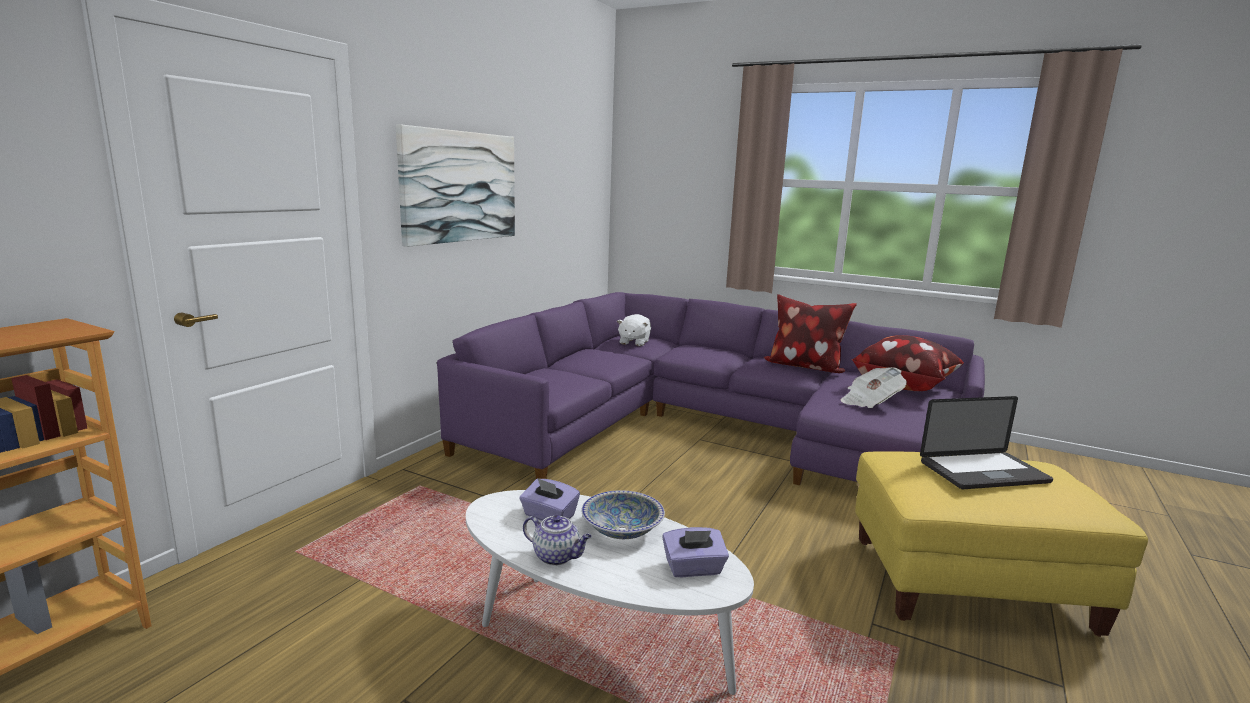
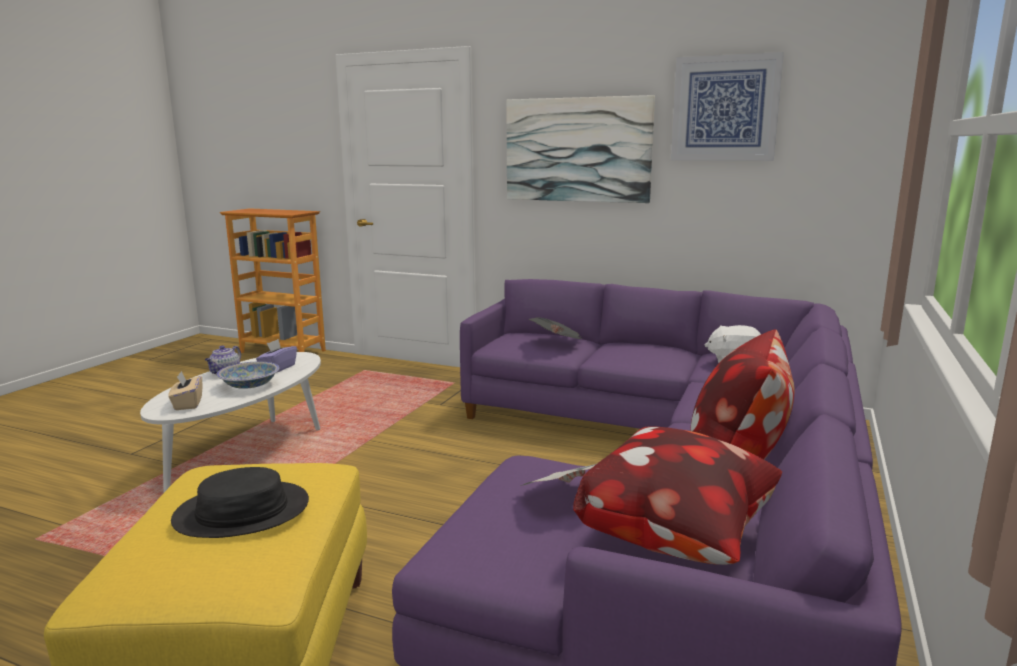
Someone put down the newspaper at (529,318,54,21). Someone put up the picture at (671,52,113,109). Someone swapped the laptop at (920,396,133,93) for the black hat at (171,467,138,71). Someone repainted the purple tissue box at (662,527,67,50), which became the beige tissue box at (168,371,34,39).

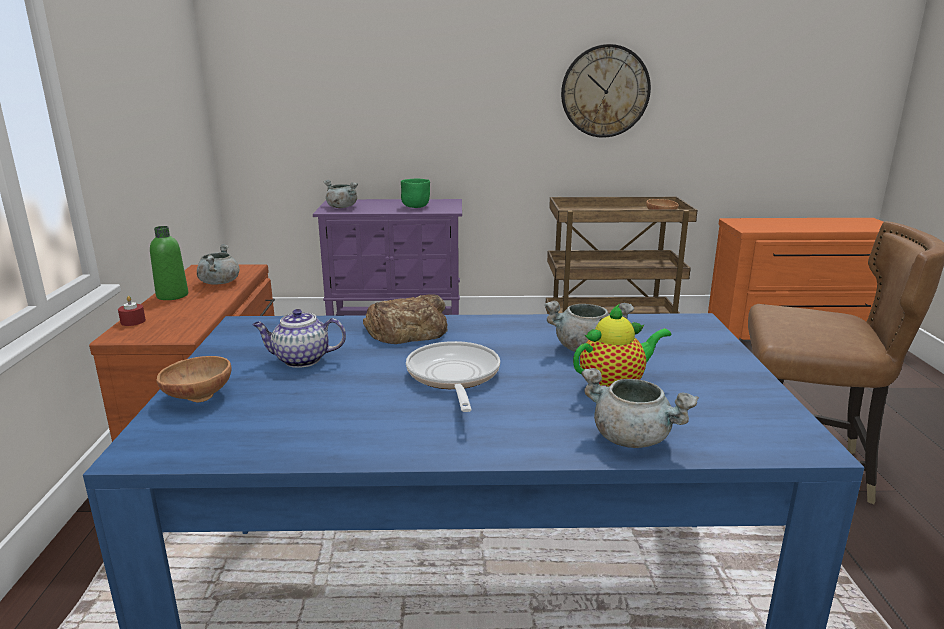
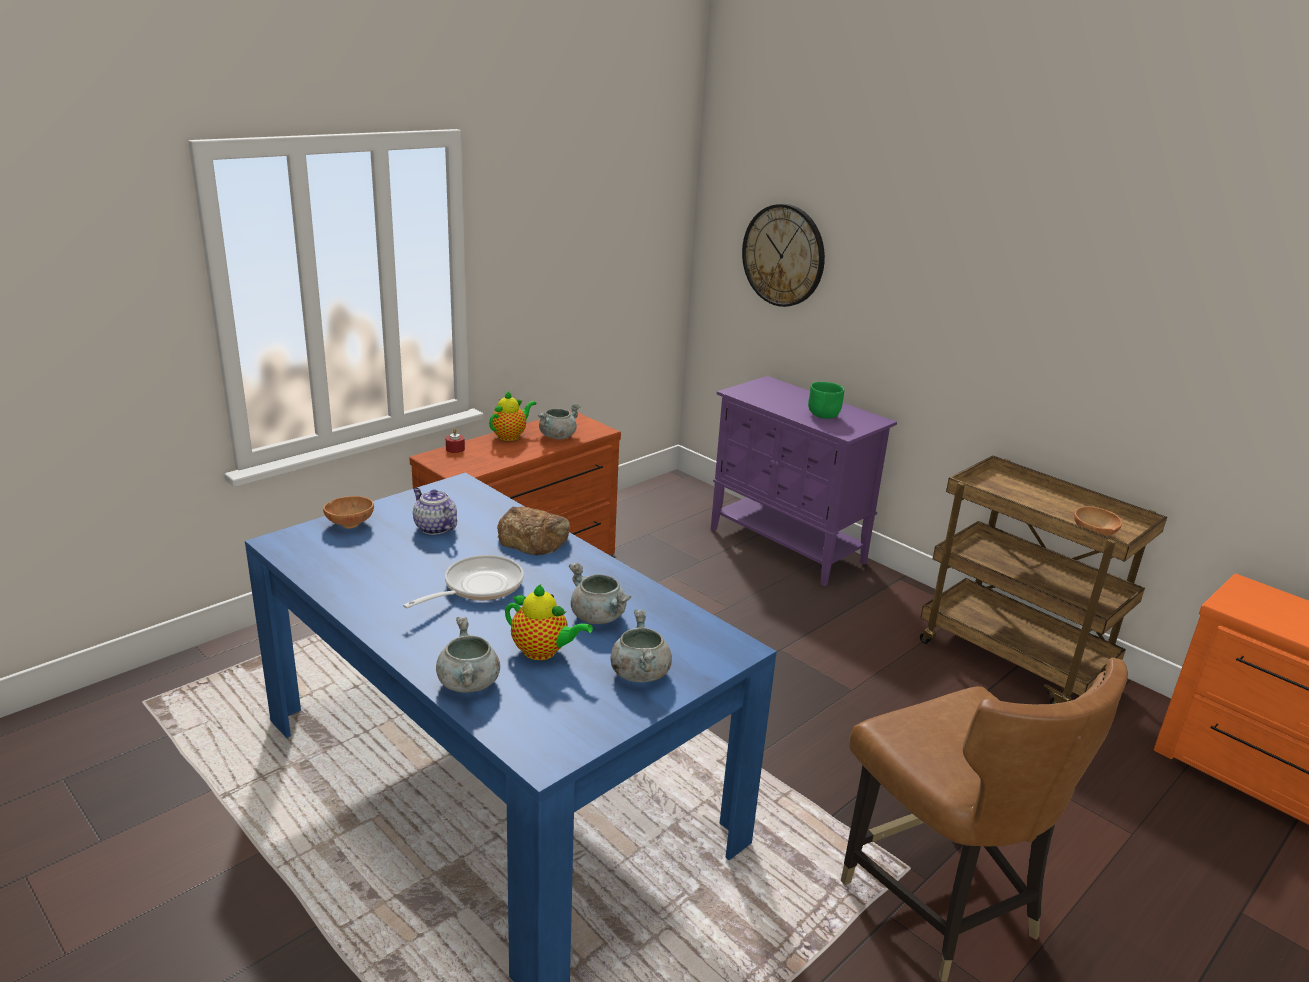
Someone carried the grey cooking pot from (324,180,34,28) to (611,609,61,73). Someone carried the wall clock from (561,44,90,94) to (742,204,83,103). Someone swapped the green bottle at (150,226,38,74) for the teapot at (489,391,47,50).

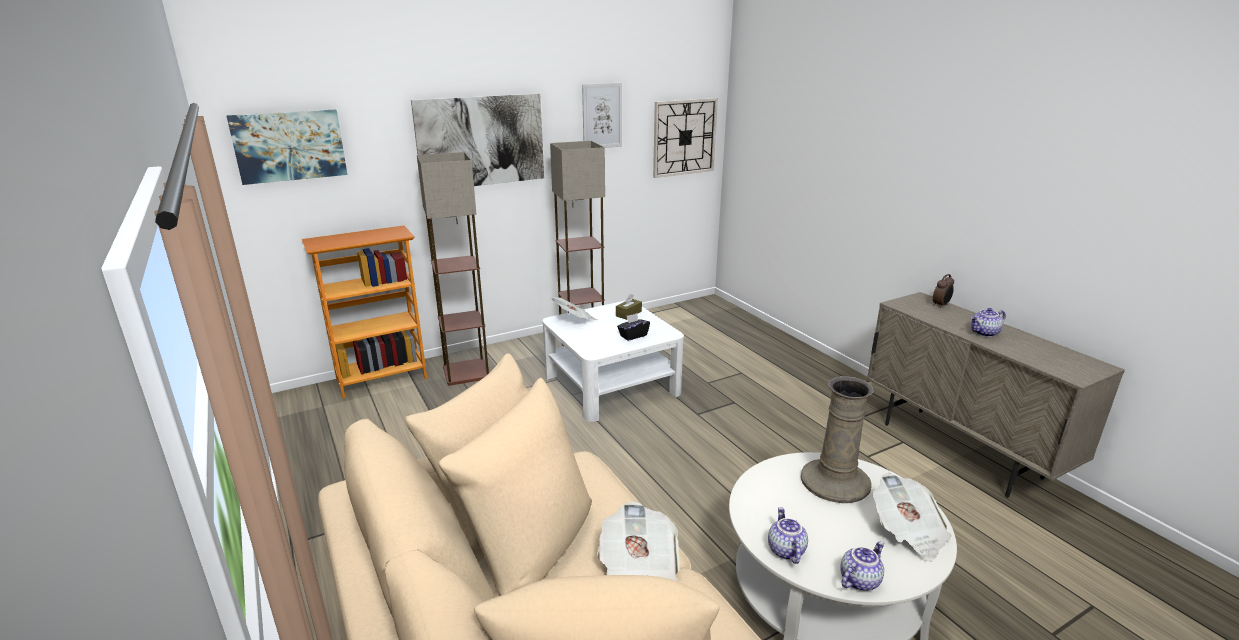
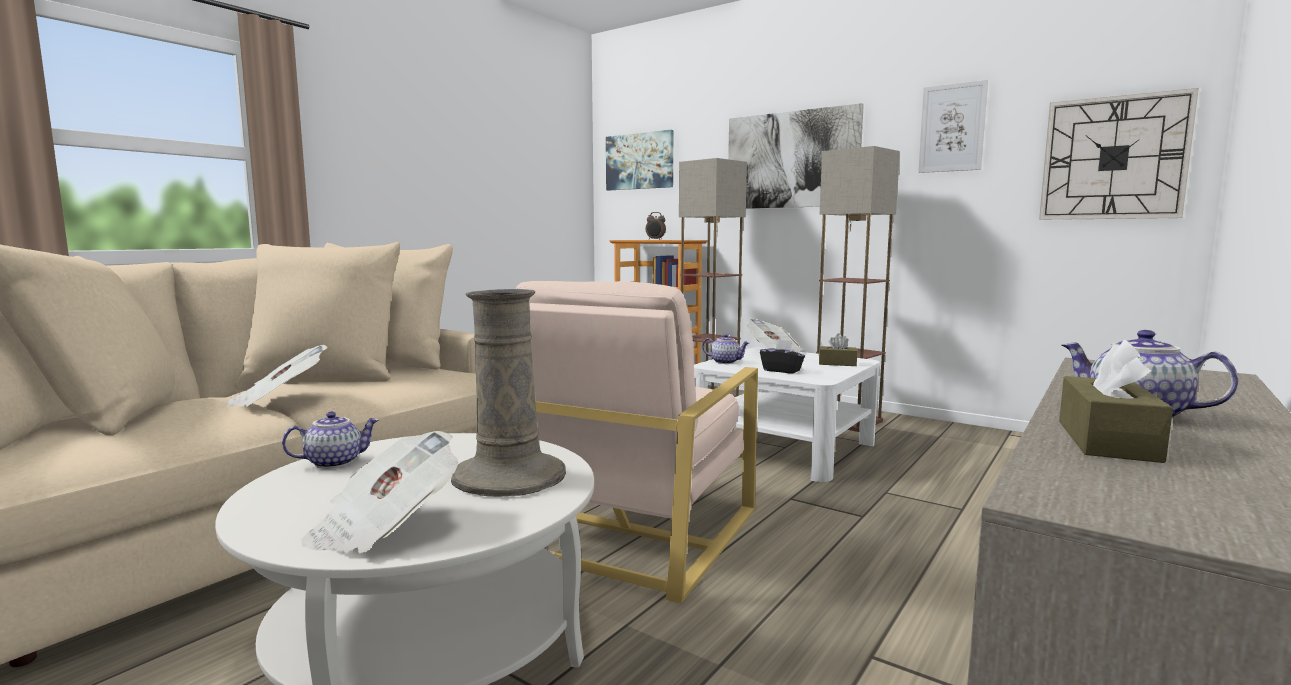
Someone put down the beige armchair at (516,281,242,323). Someone put down the brown tissue box at (1059,340,114,123). Someone carried the teapot from (840,542,44,49) to (702,334,47,30). Someone carried the alarm clock from (933,274,21,34) to (645,212,21,28).

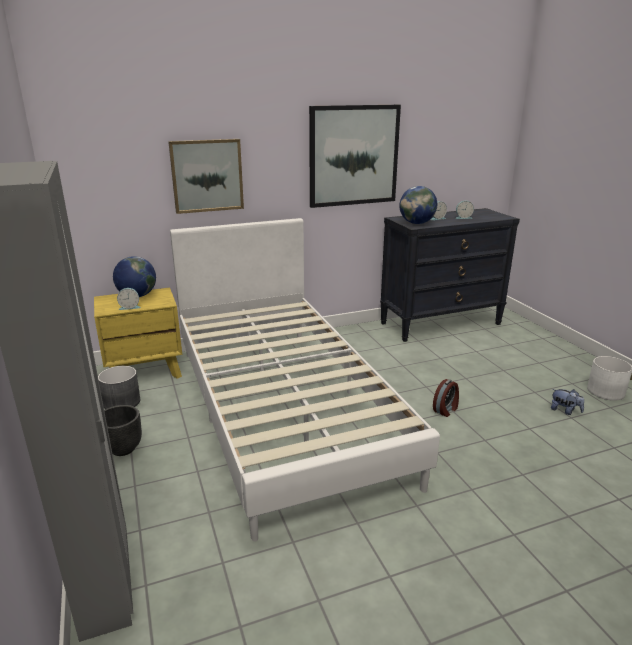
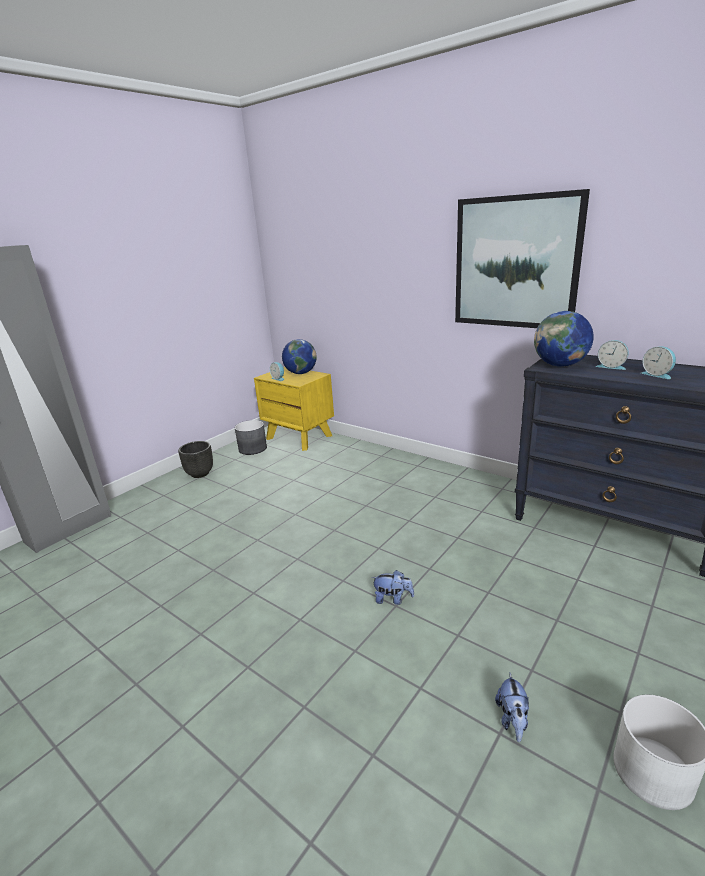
Someone took away the picture at (168,139,76,75). Someone took away the white bed at (170,218,270,323). Someone swapped the alarm clock at (433,379,26,38) for the plush toy at (371,570,43,35).

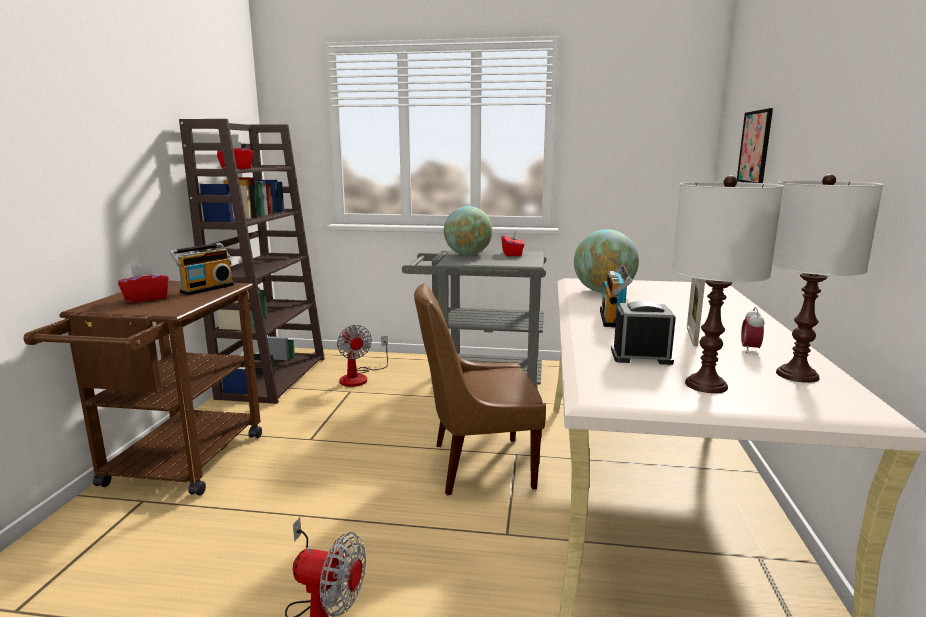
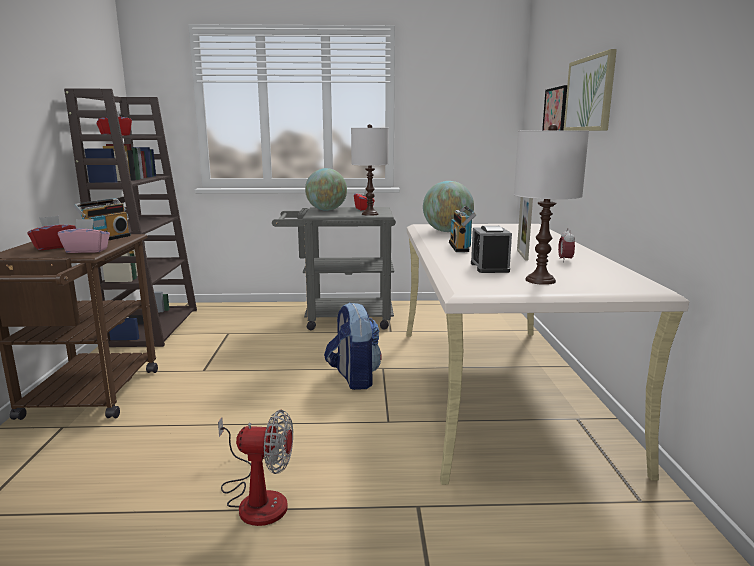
Someone took away the fan at (337,325,51,62). Someone put down the pink tissue box at (58,219,52,34). Someone put up the picture at (564,49,53,82). Someone carried the white table lamp from (772,174,111,209) to (351,124,38,92). Someone swapped the brown chair at (414,283,132,213) for the backpack at (324,302,58,88). Someone rotated the alarm clock at (611,301,65,64) by 90 degrees counterclockwise.

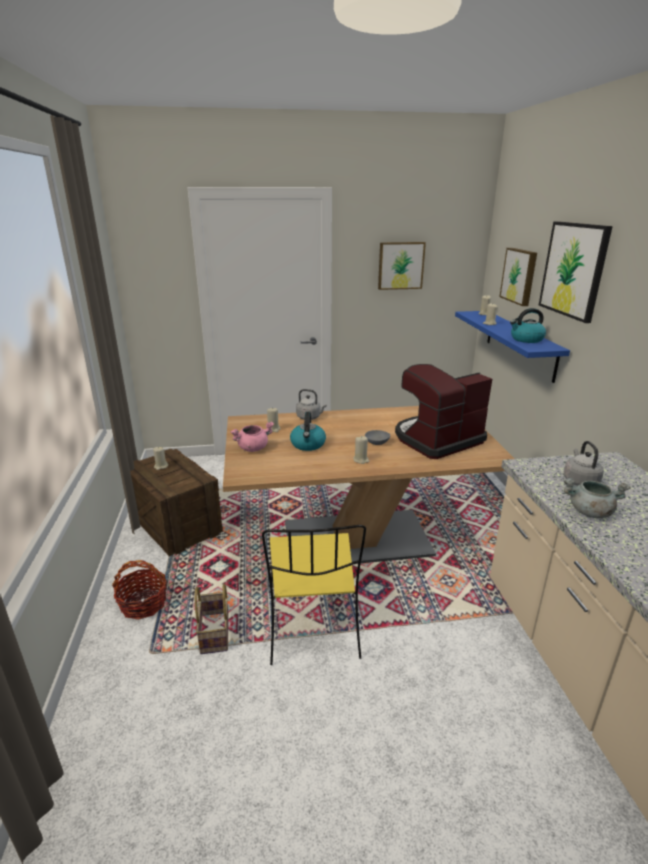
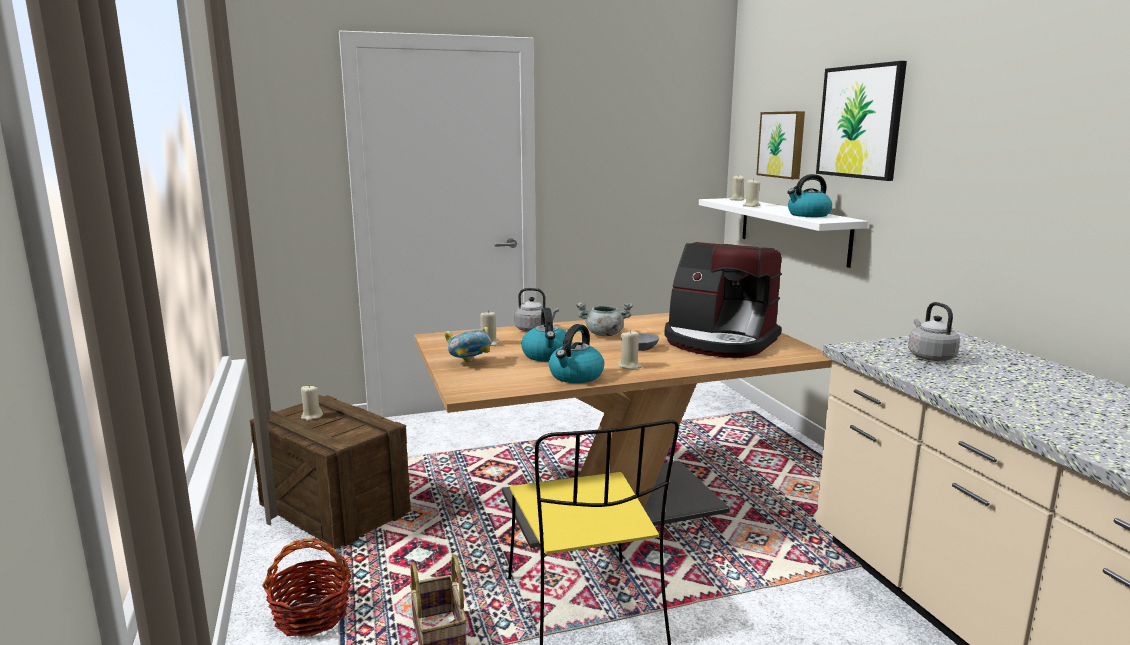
Someone took away the picture at (378,242,48,48). Someone put down the kettle at (548,324,56,59). Someone carried the grey cooking pot from (563,478,68,40) to (576,302,57,34). Someone swapped the pink cooking pot at (231,422,43,30) for the bowl at (445,327,46,36). Someone repainted the blue shelf at (455,311,115,72), which became the white shelf at (699,198,169,70). Someone rotated the coffee machine at (395,364,97,95) by 105 degrees counterclockwise.

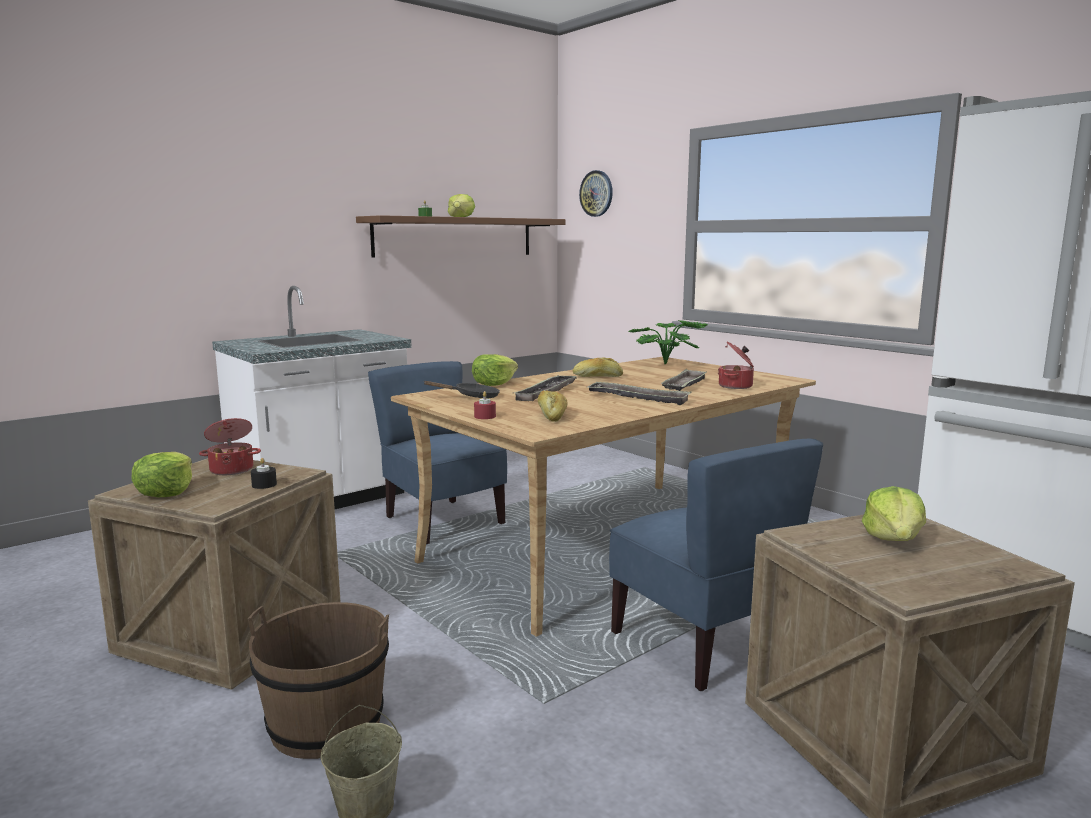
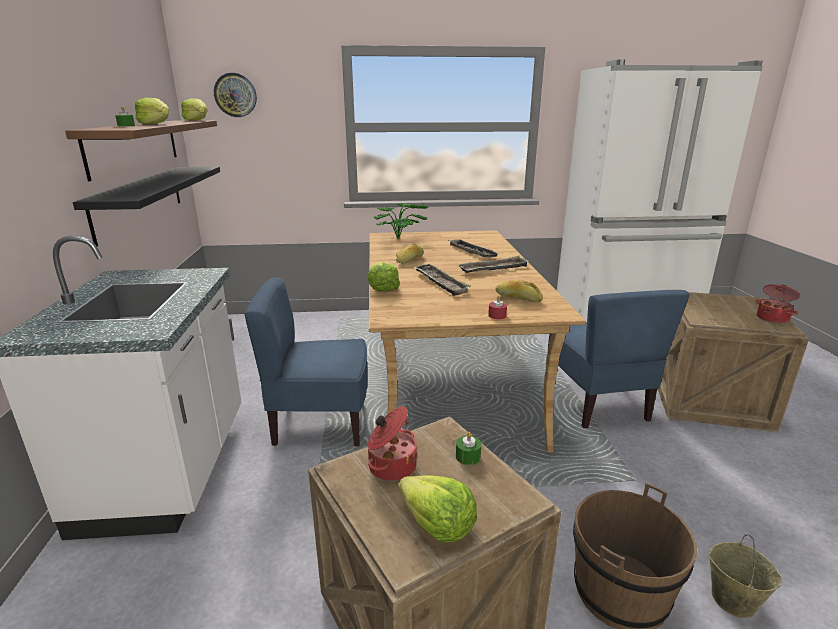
Someone took away the black frying pan at (423,381,77,17). Someone put up the black shelf at (73,167,147,79). Someone carried the cooking pot from (718,341,36,48) to (755,284,45,40). Someone carried the lettuce from (862,486,64,55) to (181,98,27,23). Someone repainted the black candle at (251,458,26,31), which became the green candle at (456,432,25,33). Someone rotated the blue chair at (609,439,214,252) by 75 degrees clockwise.

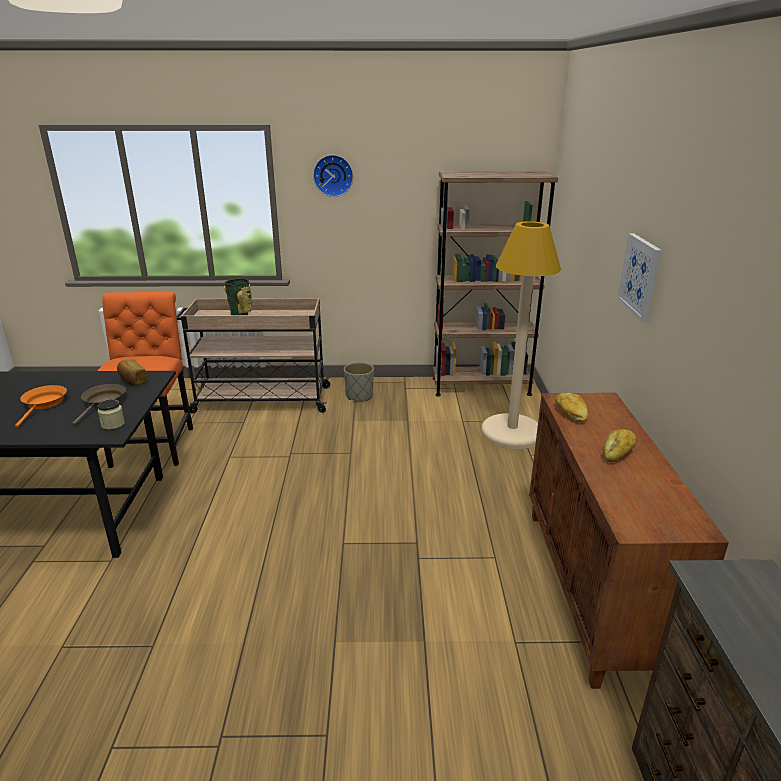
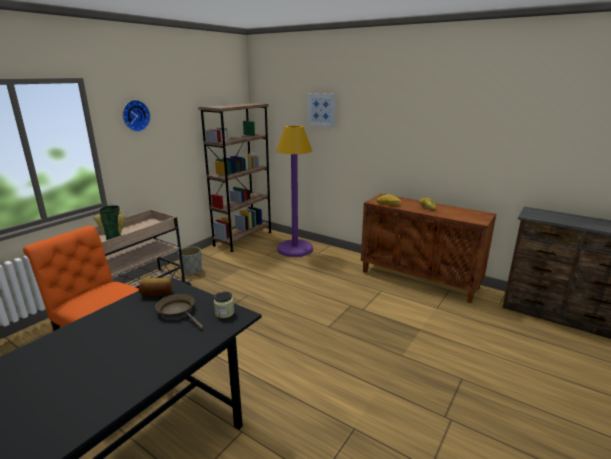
Someone took away the orange frying pan at (15,385,52,42). Someone carried the picture from (617,233,45,90) to (308,93,28,34). Someone repainted the beige floor lamp at (481,221,80,228), which became the purple floor lamp at (276,125,37,132).

